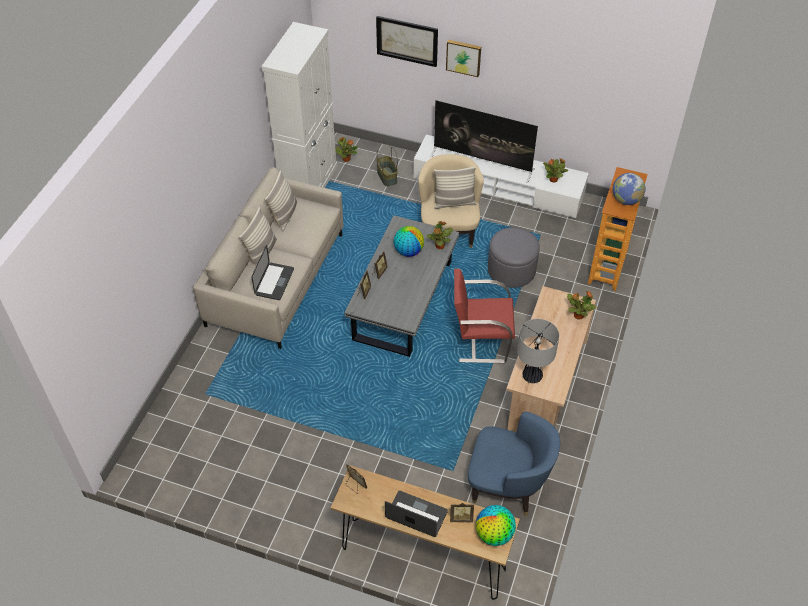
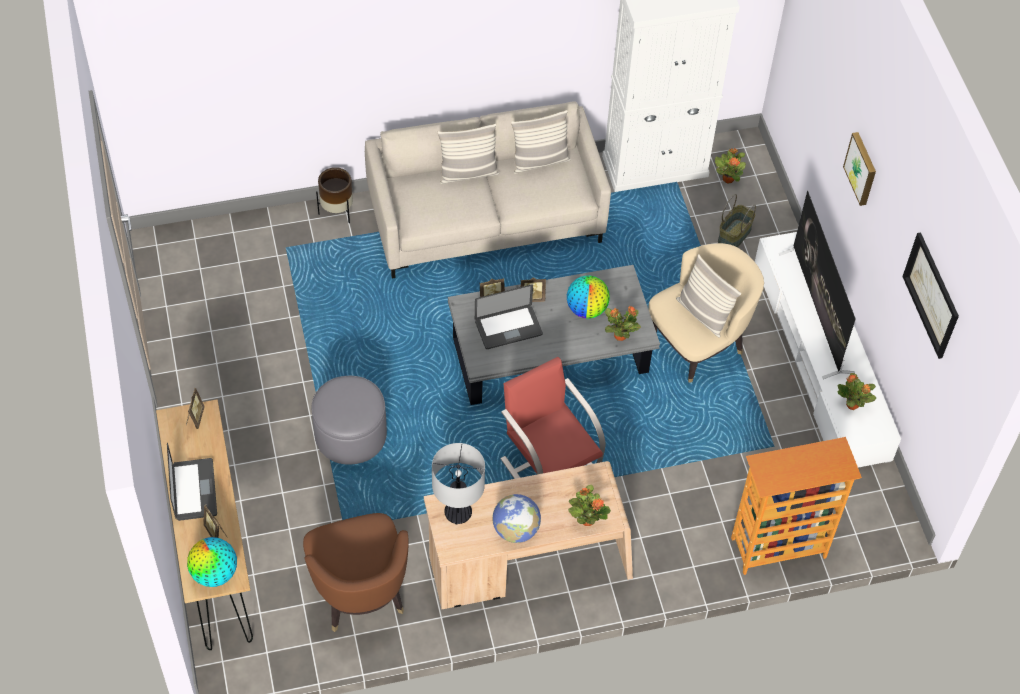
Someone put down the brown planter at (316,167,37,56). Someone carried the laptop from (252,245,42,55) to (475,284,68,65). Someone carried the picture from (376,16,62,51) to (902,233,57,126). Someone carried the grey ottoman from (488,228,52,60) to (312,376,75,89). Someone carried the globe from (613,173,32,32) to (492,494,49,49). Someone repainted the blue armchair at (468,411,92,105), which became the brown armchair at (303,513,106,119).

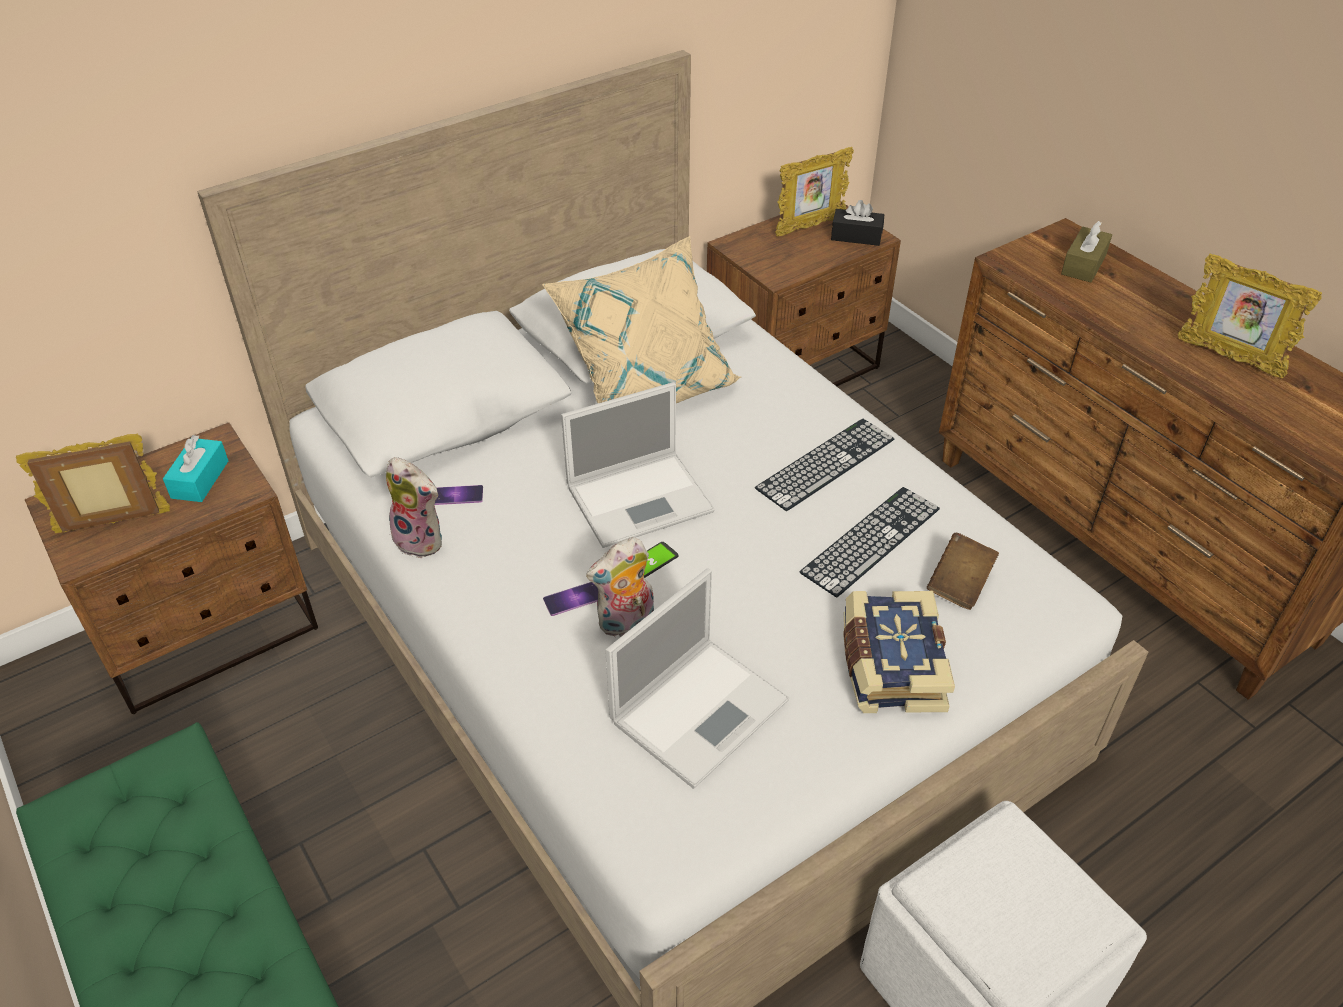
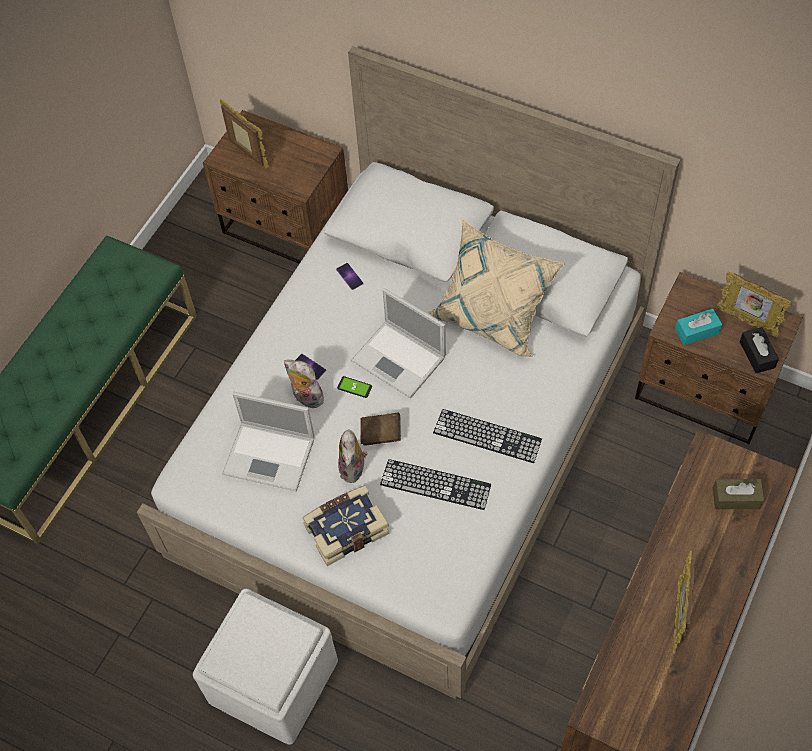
Someone carried the turquoise tissue box from (163,435,65,67) to (675,309,47,36). Someone carried the plush toy from (386,457,56,101) to (338,429,30,54). Someone carried the brown book from (927,533,72,77) to (360,412,41,34).

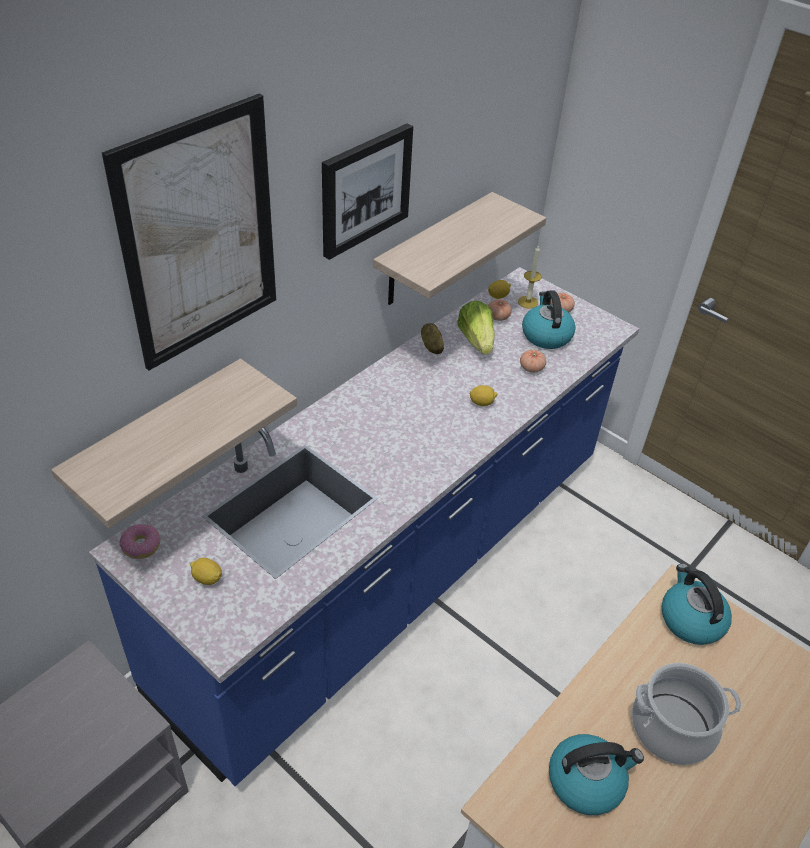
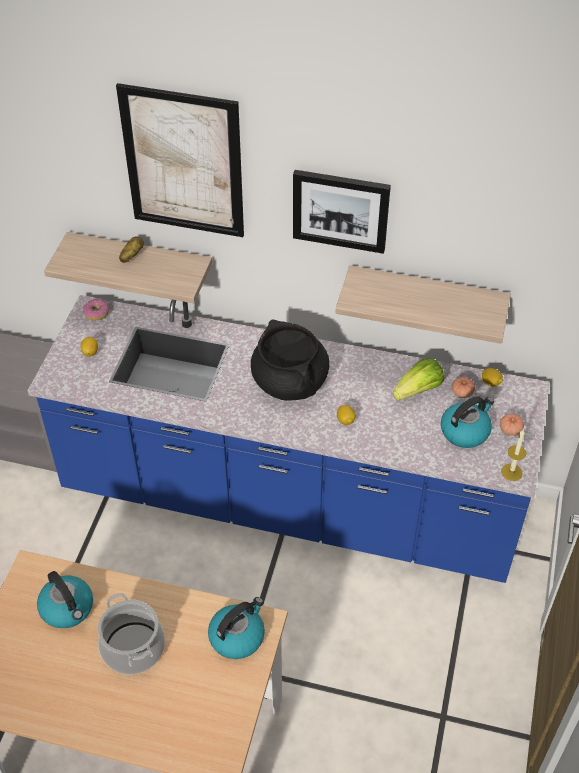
Someone took away the tomato at (520,350,26,23). Someone put down the black cooking pot at (251,319,78,82). Someone carried the potato from (421,323,23,31) to (119,236,25,27). Someone carried the candle from (518,246,24,63) to (501,430,25,51).

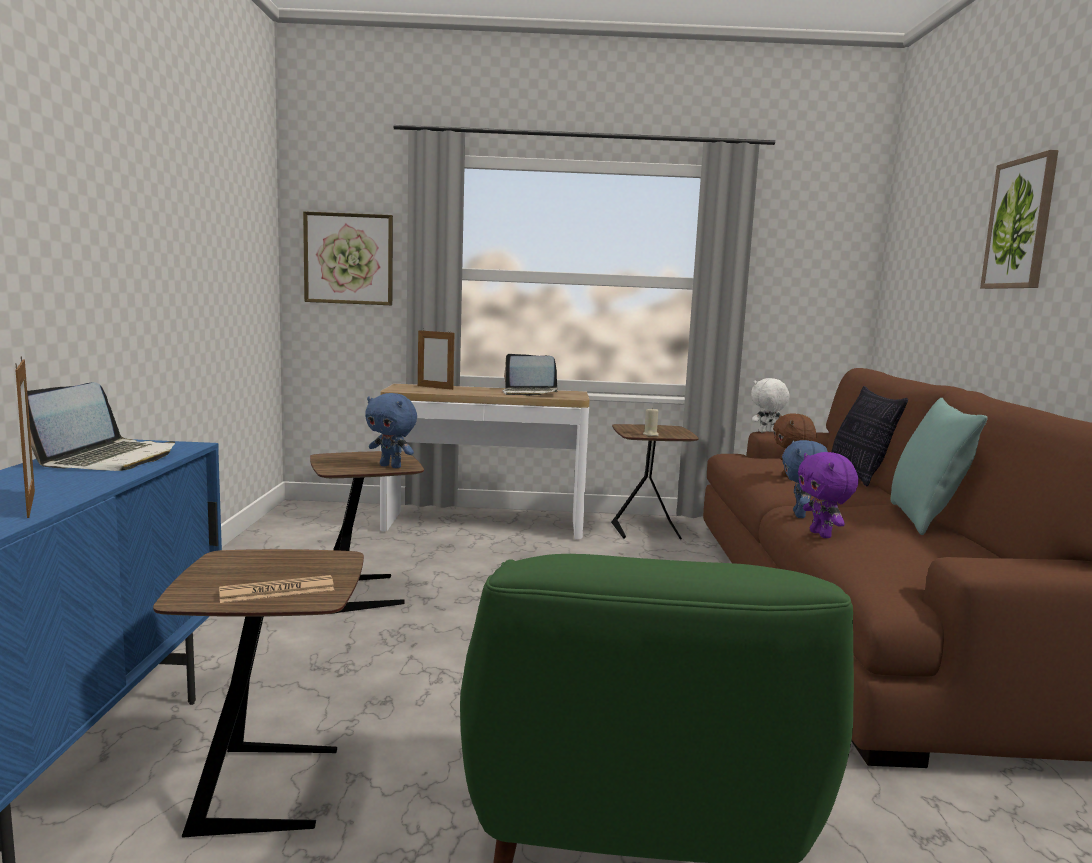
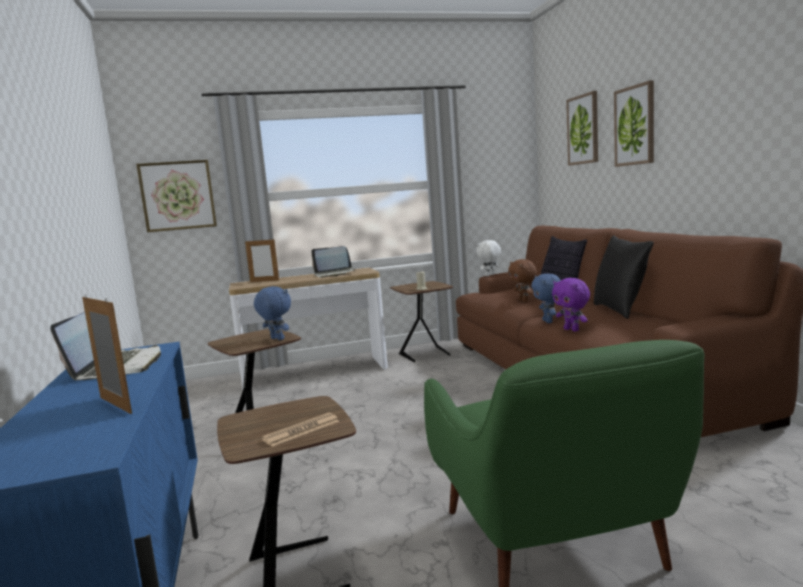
Someone put up the picture at (566,91,32,75). Someone repainted the turquoise pillow at (891,398,97,137), which became the black pillow at (594,235,60,84). Someone rotated the blue plush toy at (365,393,52,75) by 150 degrees counterclockwise.

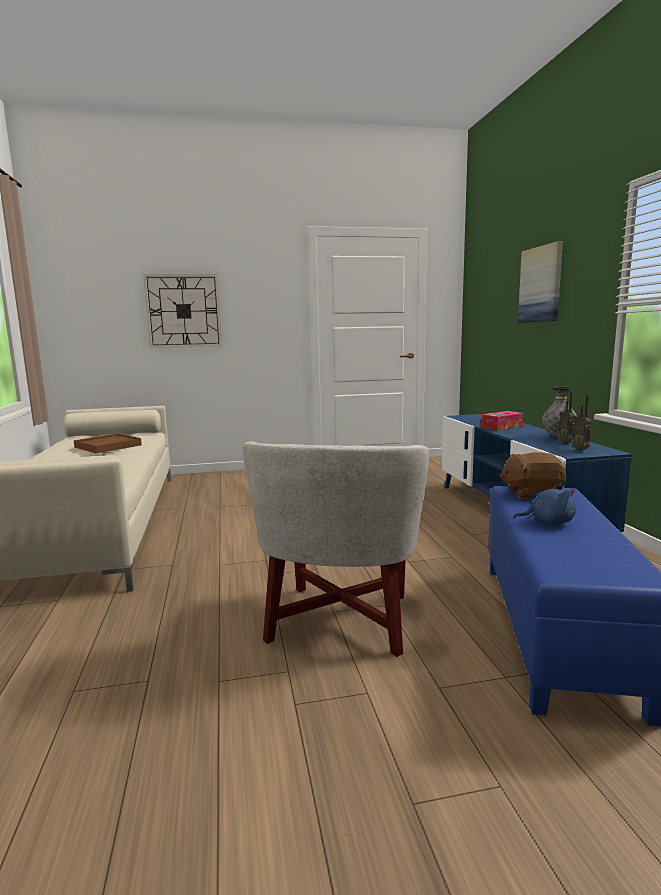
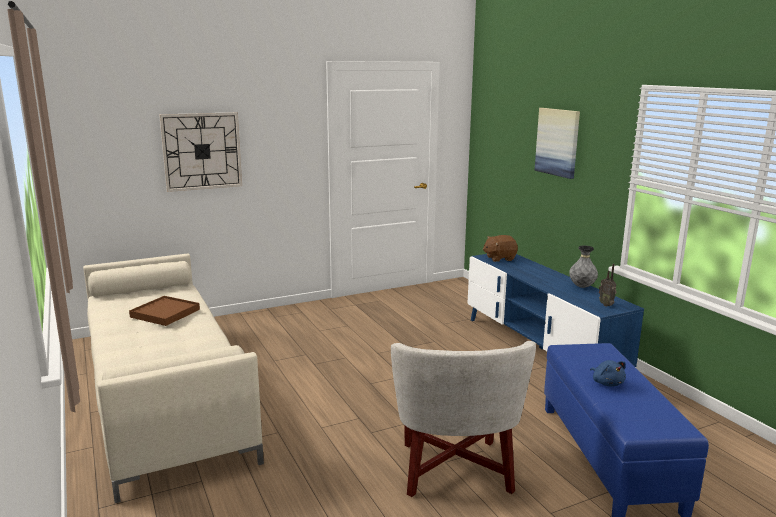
Someone took away the tissue box at (481,411,43,19). Someone took away the radio at (558,391,18,53). Someone carried the brown plush toy from (499,452,67,47) to (483,235,35,27). Someone rotated the blue plush toy at (513,484,63,41) by 75 degrees clockwise.

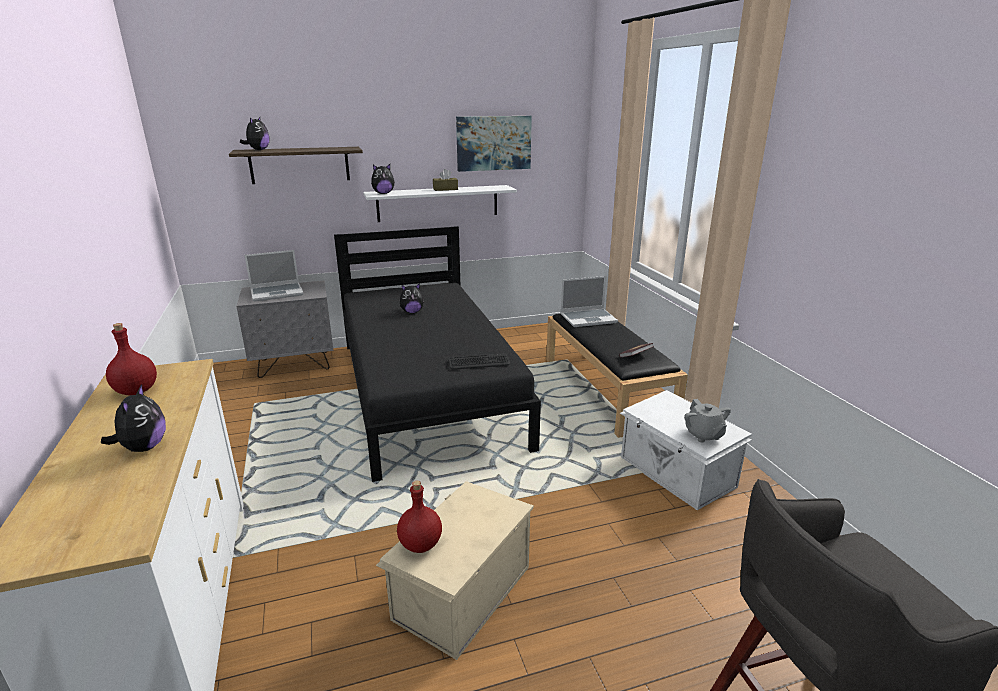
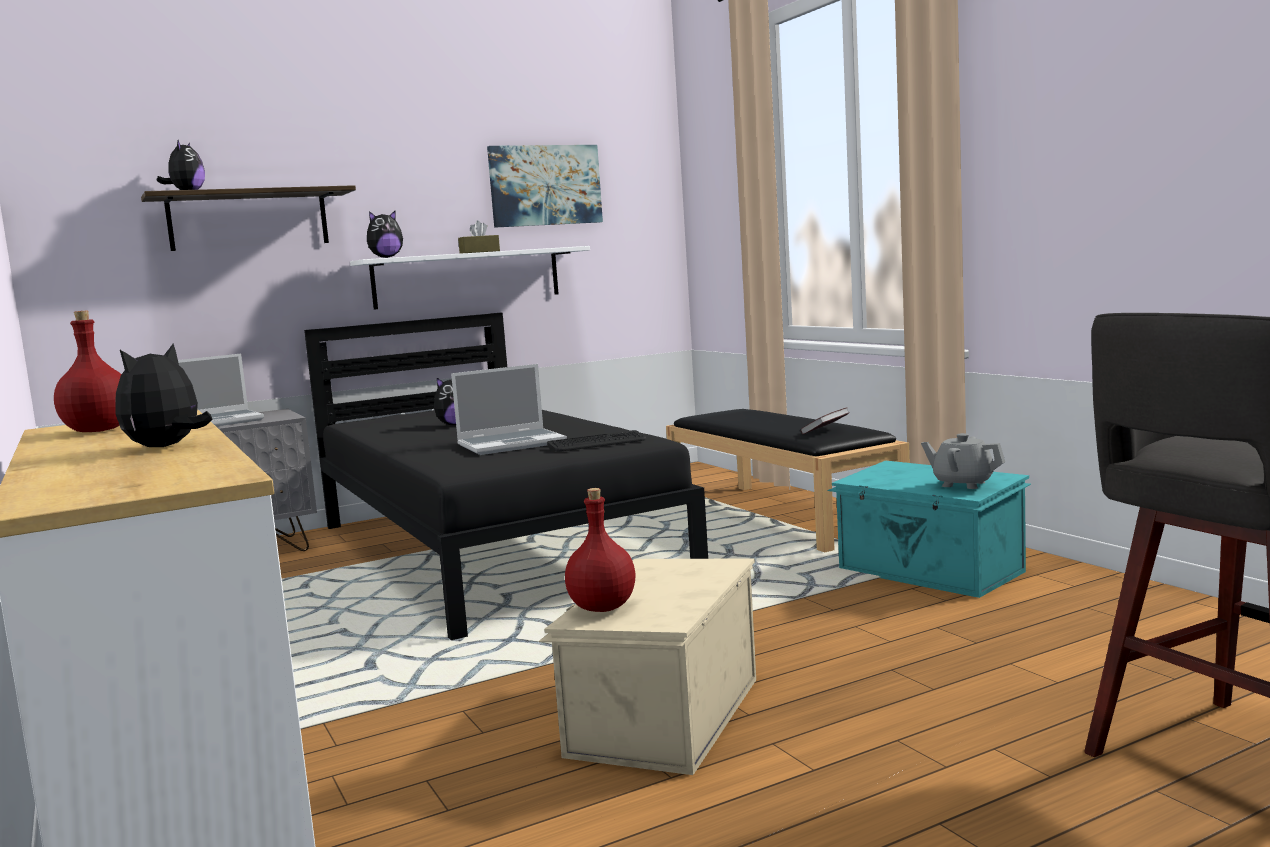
Someone carried the laptop from (560,276,58,51) to (451,364,116,91). Someone repainted the white storage box at (620,390,132,120), which became the turquoise storage box at (828,460,203,138). Someone rotated the plush toy at (101,384,65,68) by 135 degrees counterclockwise. Someone rotated the grey teapot at (684,399,47,43) by 150 degrees clockwise.

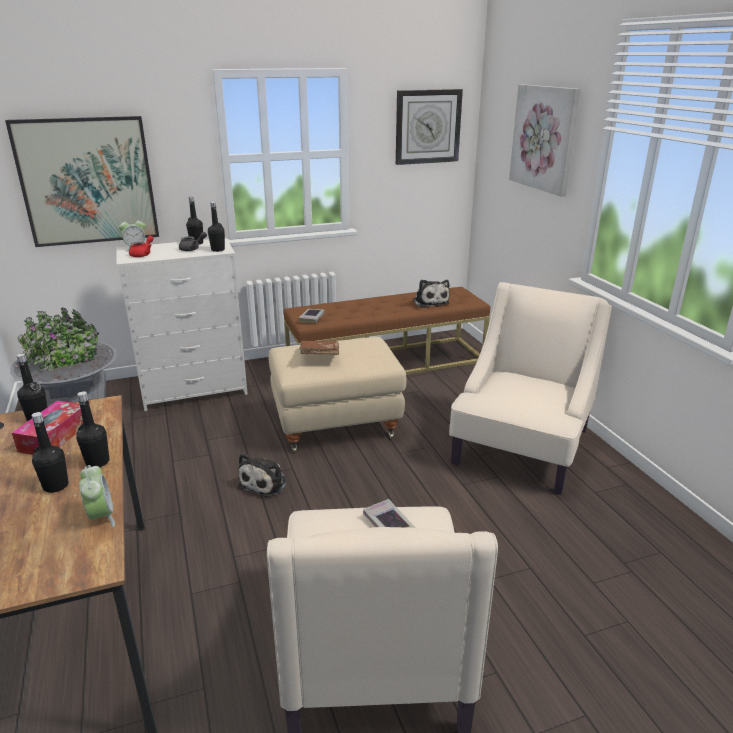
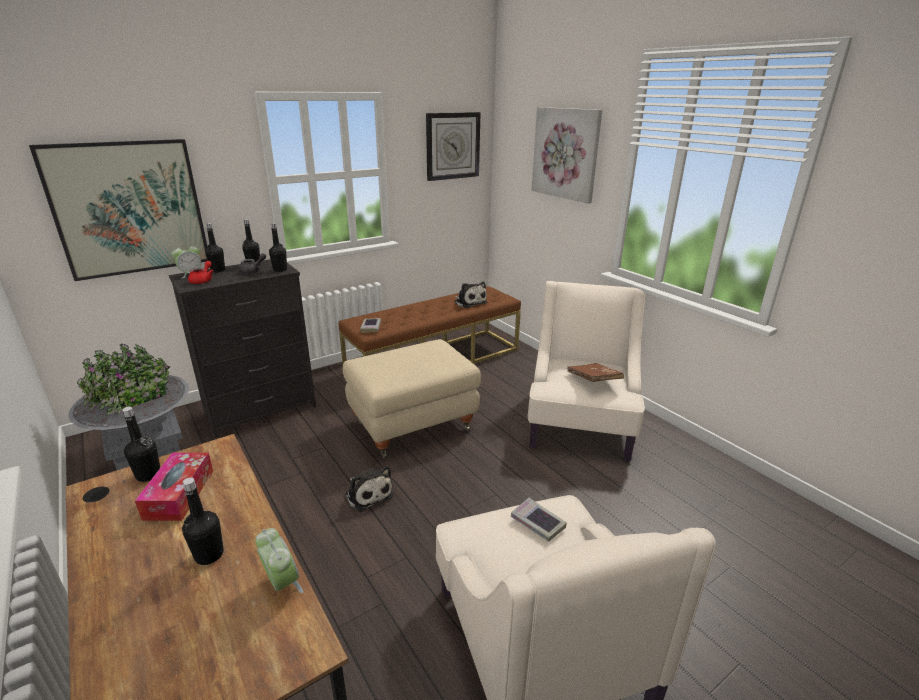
Someone carried the black bottle from (77,391,32,76) to (205,223,20,49). Someone carried the brown book from (299,340,40,15) to (567,363,57,19). Someone repainted the white dresser at (116,238,132,173), which became the black dresser at (169,259,147,179). Someone rotated the plush toy at (238,453,49,44) by 45 degrees counterclockwise.

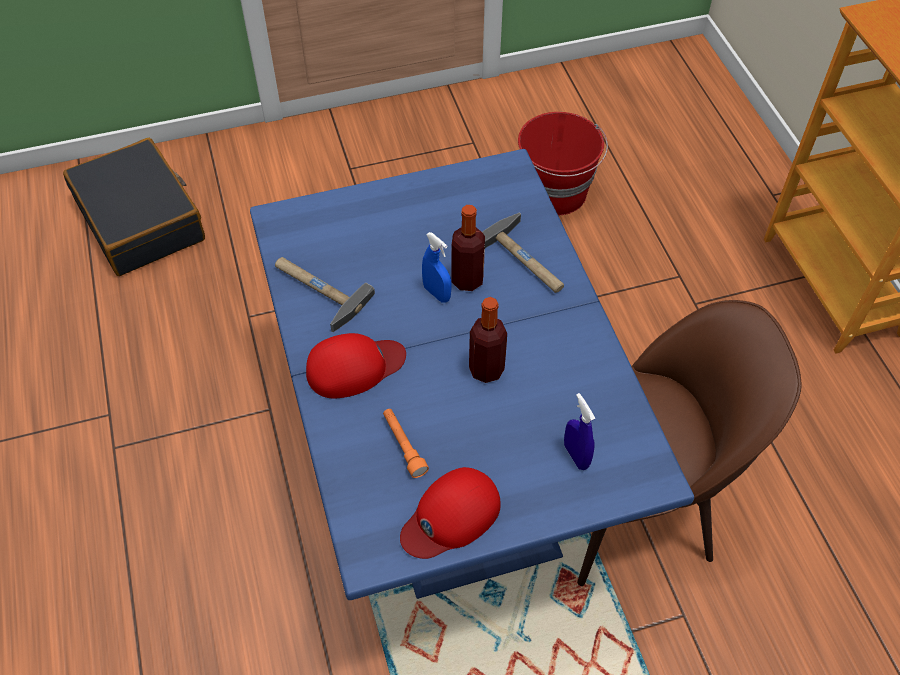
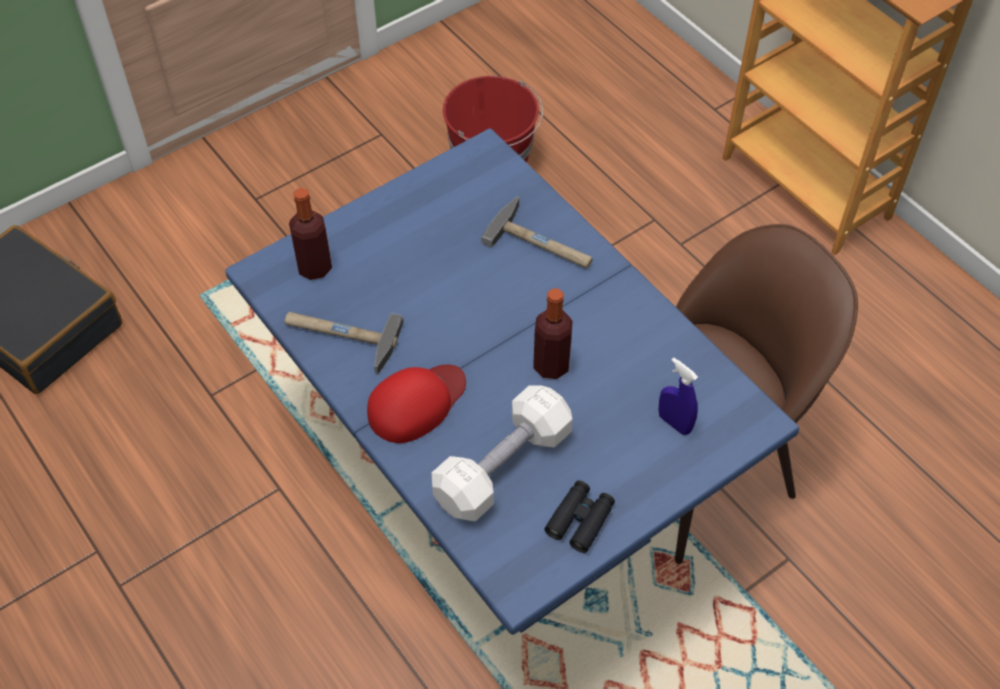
Someone took away the blue spray bottle at (422,232,30,71). Someone carried the bottle from (452,205,33,86) to (289,188,43,92). Someone swapped the orange flashlight at (383,409,46,69) for the white dumbbell at (431,385,141,136). Someone swapped the red cap at (400,467,101,92) for the black binoculars at (545,480,70,73).

